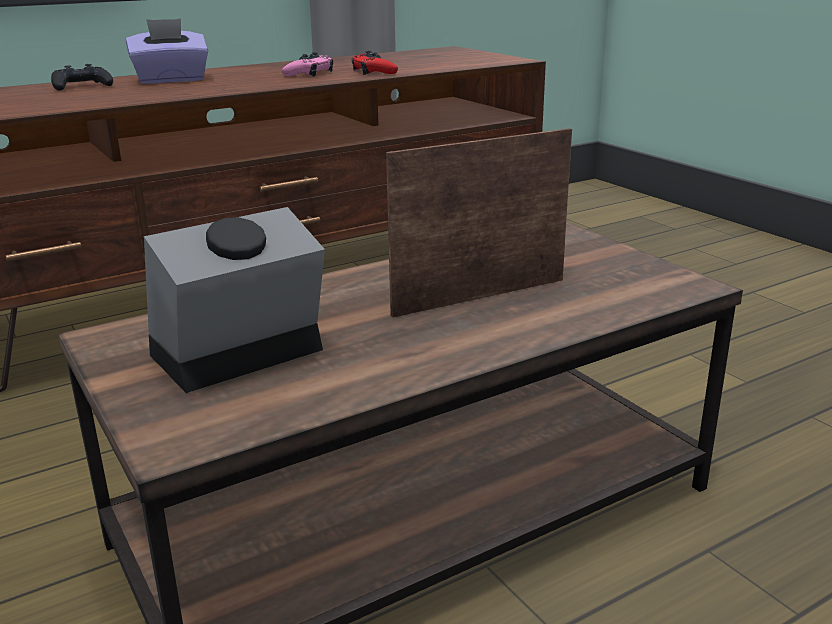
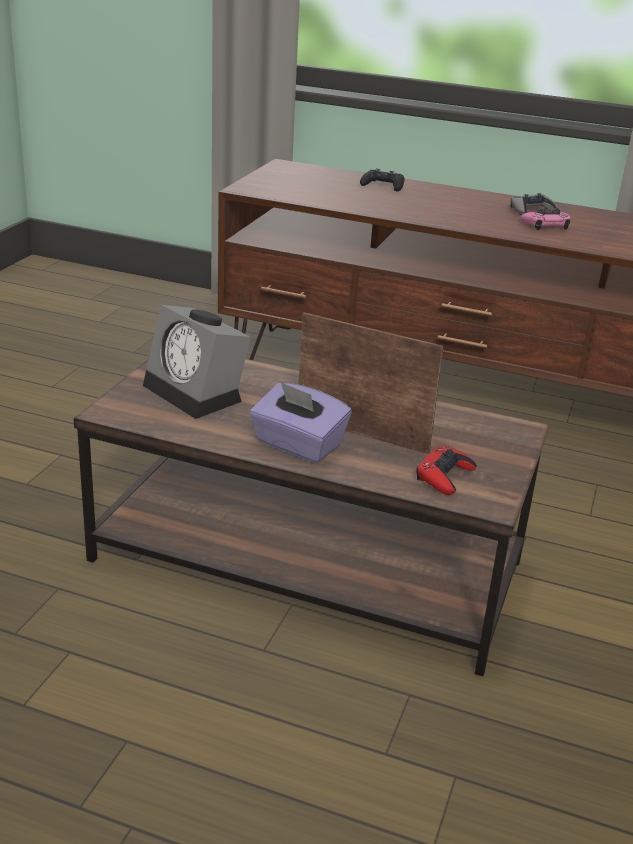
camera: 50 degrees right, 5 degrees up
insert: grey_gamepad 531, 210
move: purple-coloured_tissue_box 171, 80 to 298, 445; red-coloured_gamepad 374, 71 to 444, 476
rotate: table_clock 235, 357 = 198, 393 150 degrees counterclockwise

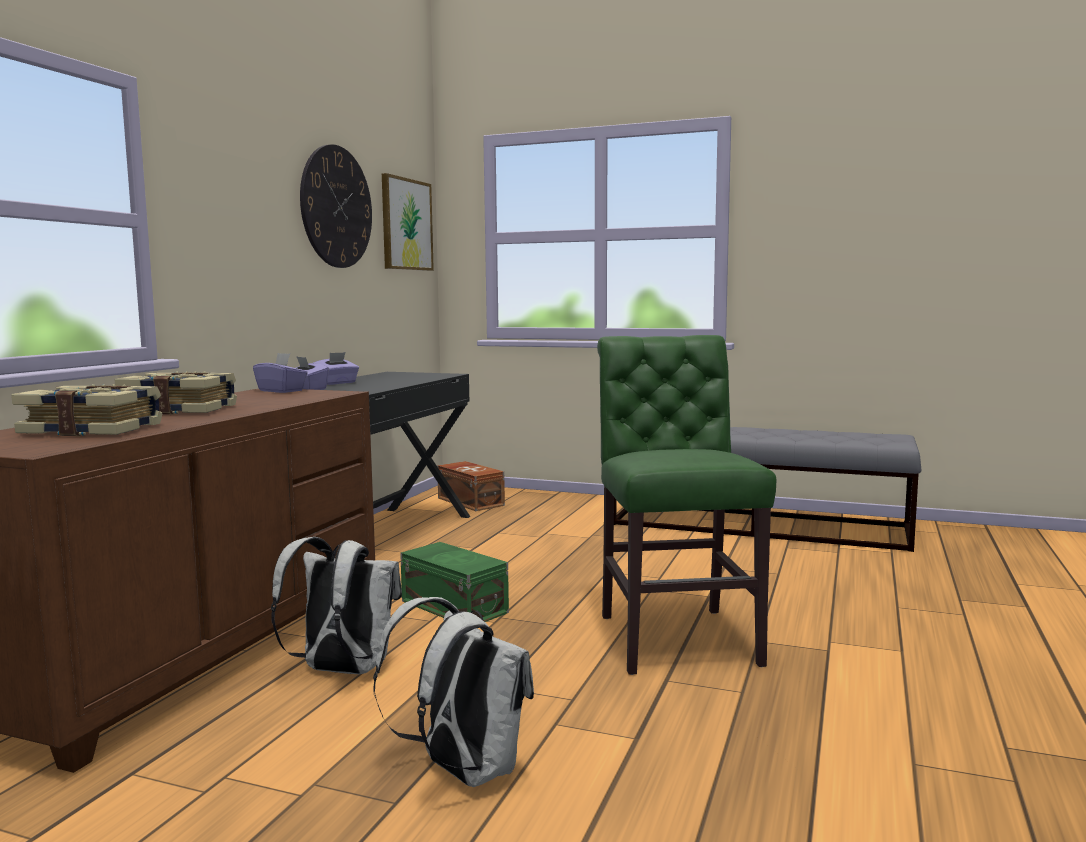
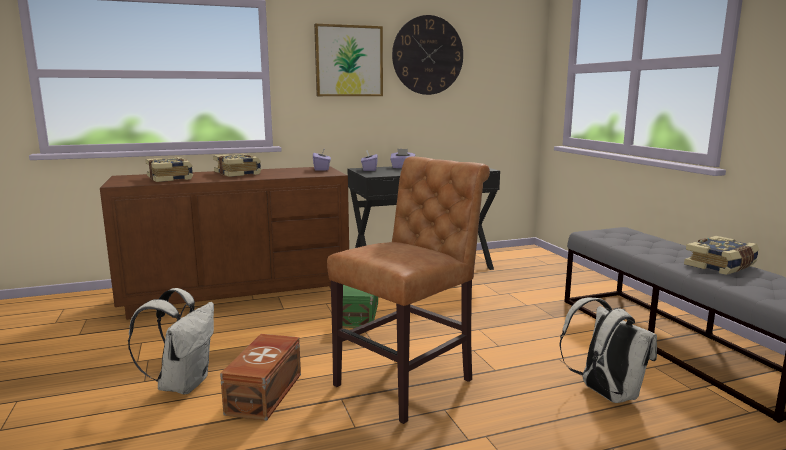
camera: 50 degrees right, 5 degrees up
insert: volume 721, 266
move: picture 406, 224 to 349, 61; brownish_storage_bin 471, 501 to 266, 393; white-coloured_backpack 342, 670 to 604, 394
recolor: green-coloured_upright_chair 675, 636 to brownish_upright_chair 409, 381

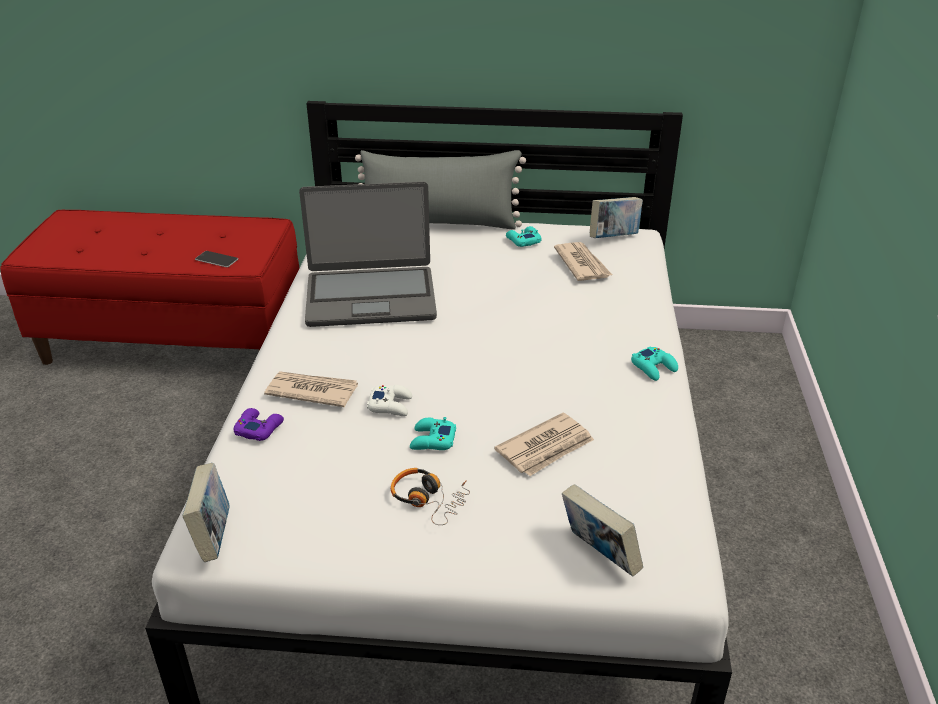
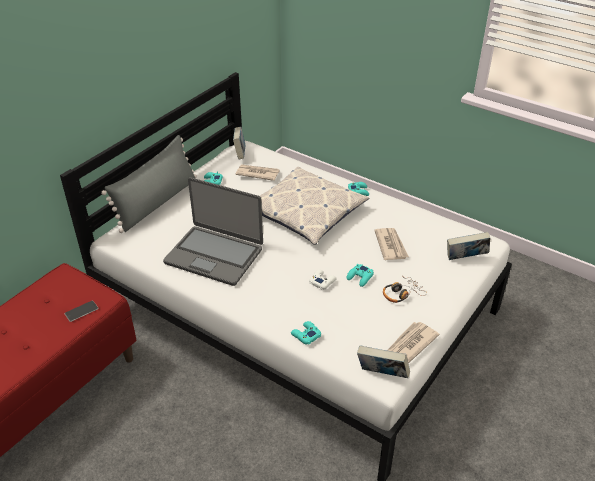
camera: 60 degrees left, 5 degrees up
insert: throw_pillow 305, 212
move: newspaper 311, 391 to 410, 344
recolor: purple-coloured_gamepad 259, 428 to blue-green_gamepad 305, 335
rotate: notebook_computer 370, 297 = 214, 255 90 degrees clockwise

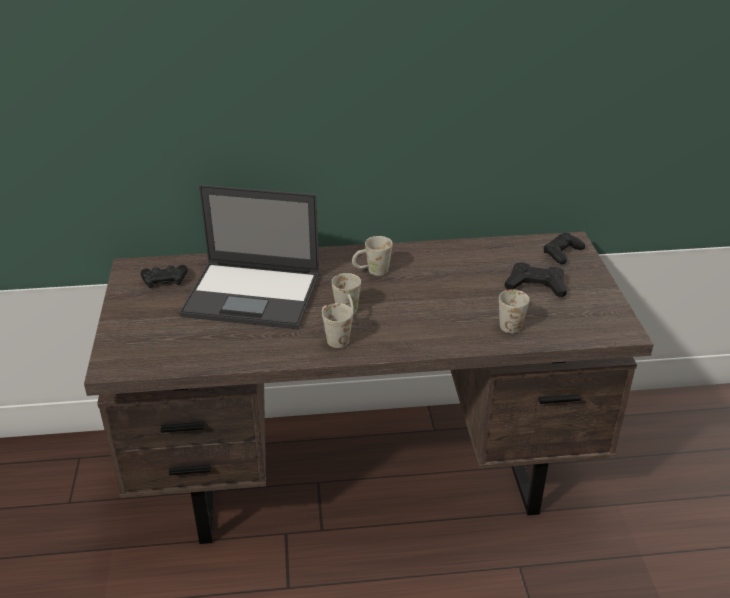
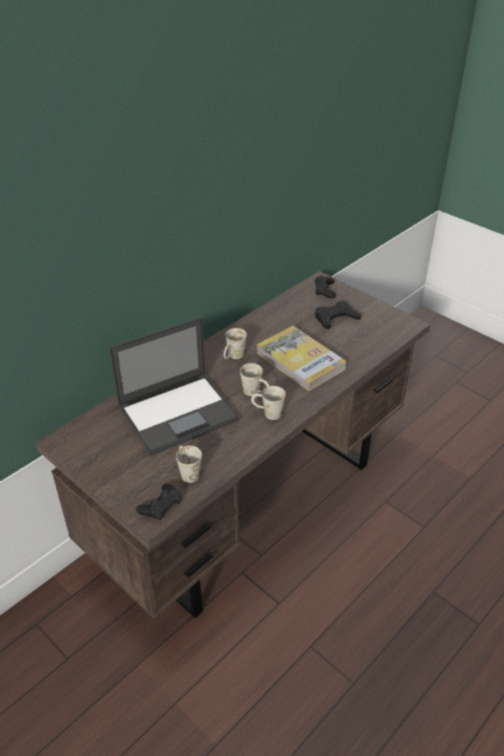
camera: 40 degrees left, 5 degrees up
insert: volume 300, 361
move: black_gamepad 165, 280 to 160, 506; white-coloured_mug 510, 322 to 187, 471

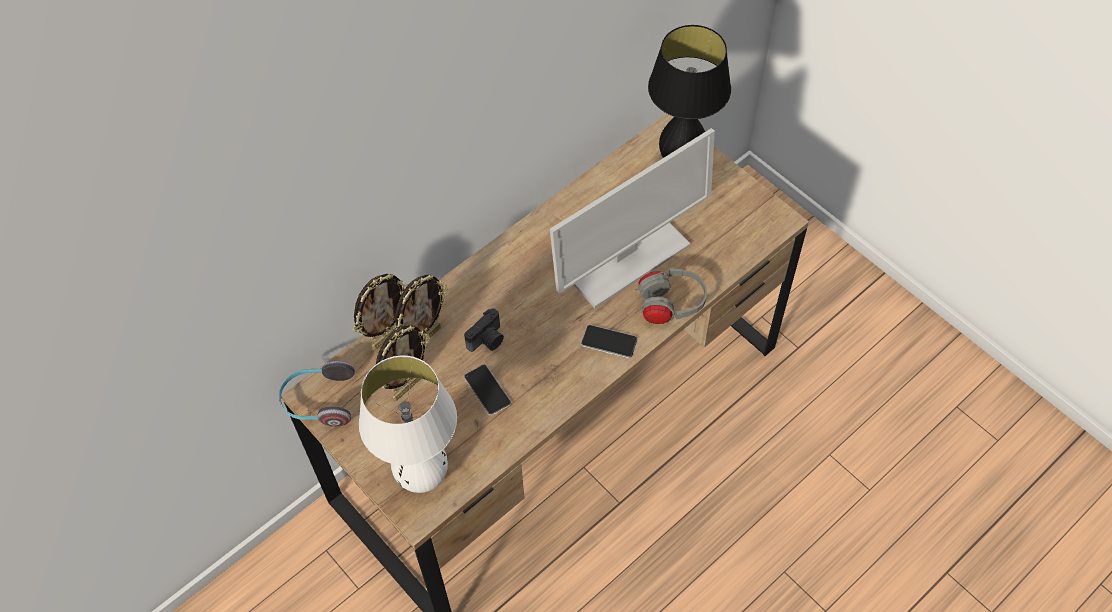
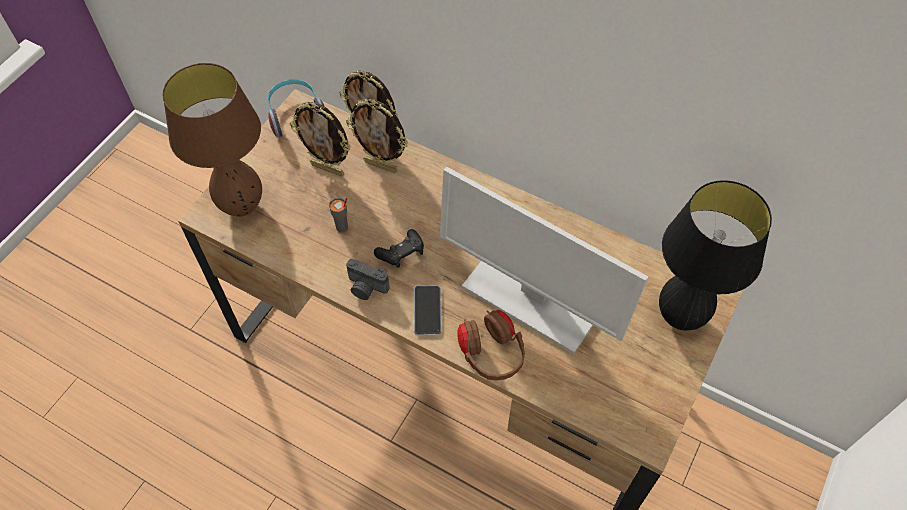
camera: 70 degrees right, 0 degrees up
insert: black_gamepad 401, 254
move: still_camera 487, 340 to 366, 288
replace: telephone 487, 390 to grey_cup 342, 227
recolor: grey_headset 669, 305 to brownish_headset 491, 354; white-coloured_table_lamp 423, 477 to brownish_table_lamp 242, 207

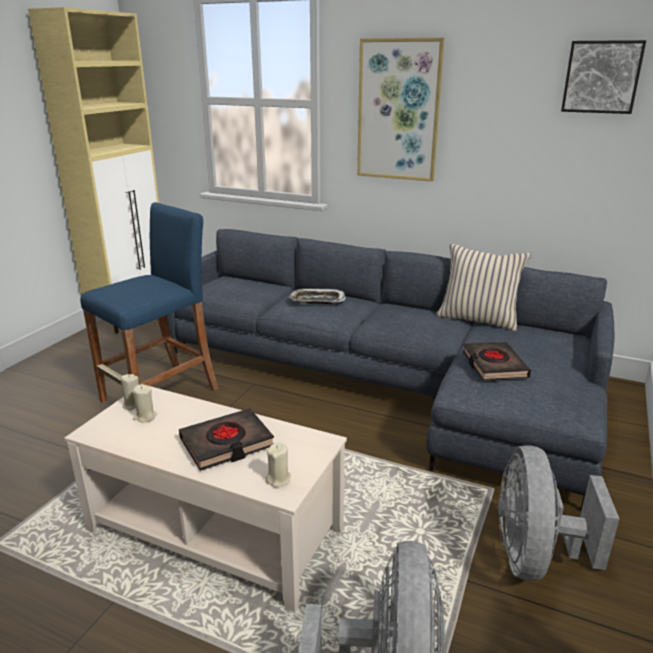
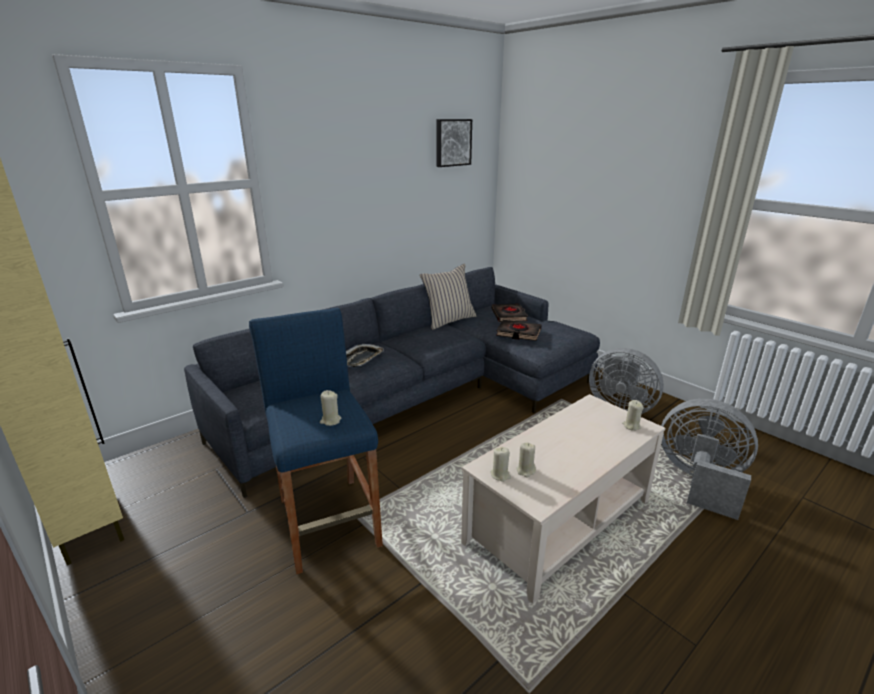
camera: 65 degrees left, 0 degrees up
delete: picture 398, 111
insert: beige_wax_candle 330, 420
move: black_volume 227, 443 to 509, 315

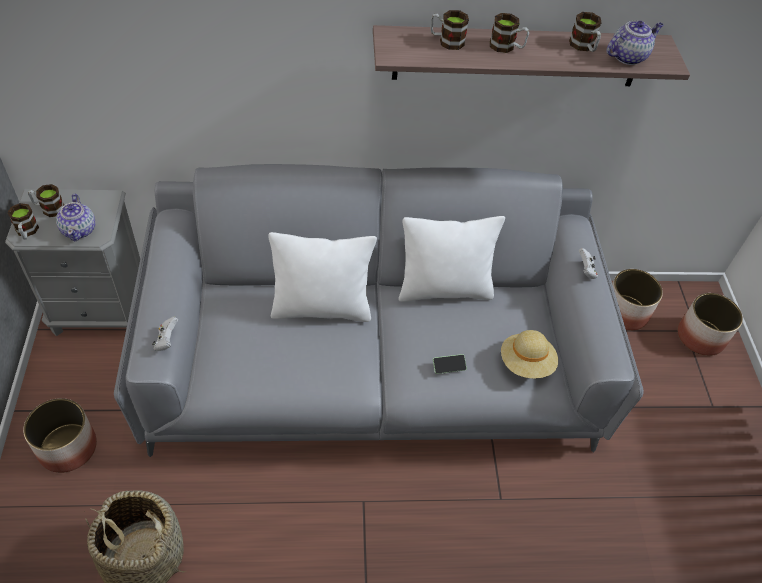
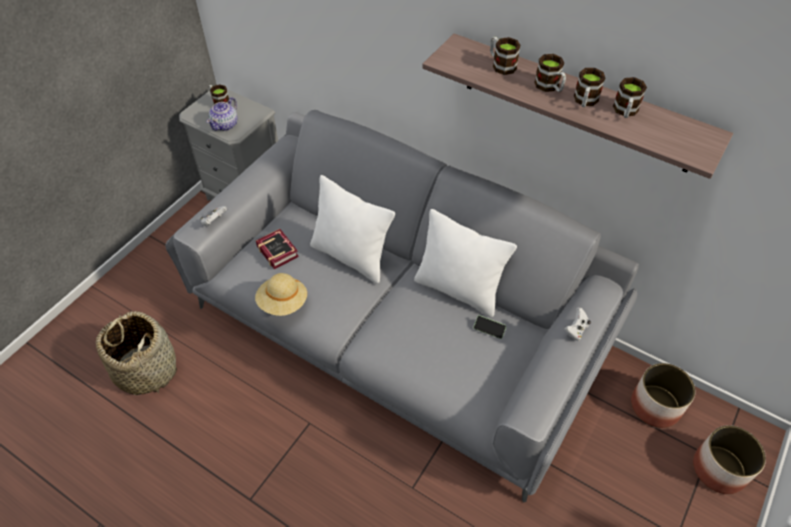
camera: 40 degrees right, 0 degrees up
delete: tea_pot 628, 56; planter 67, 447
insert: volume 277, 250
move: mug 27, 232 to 585, 101; beige_clothing_hat 526, 363 to 283, 303; telephone 449, 366 to 489, 329

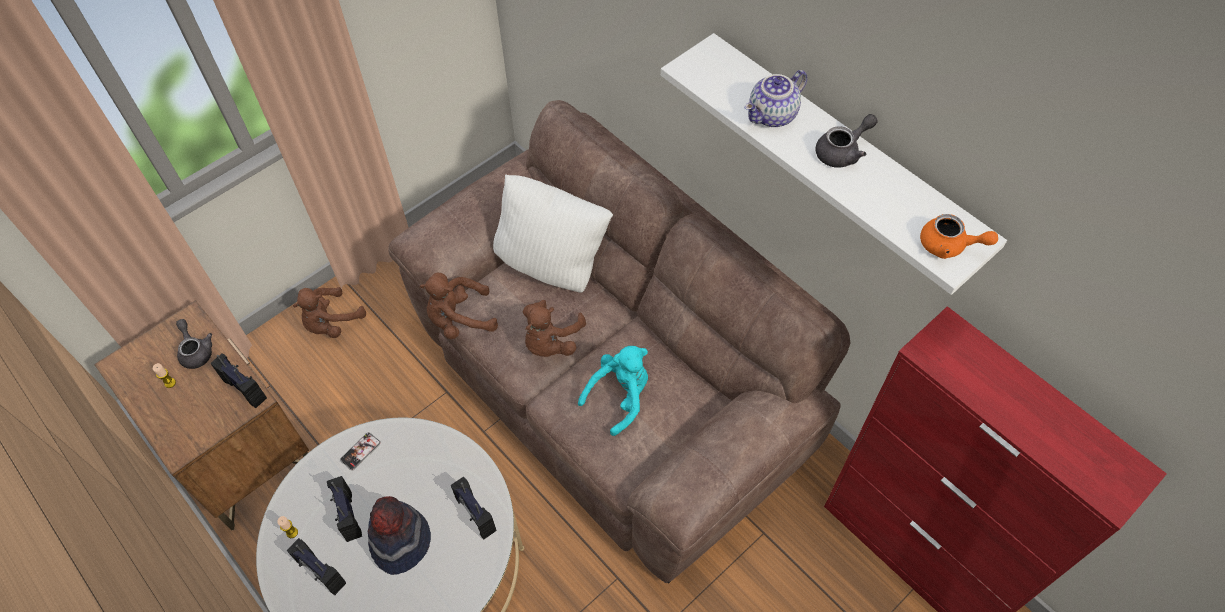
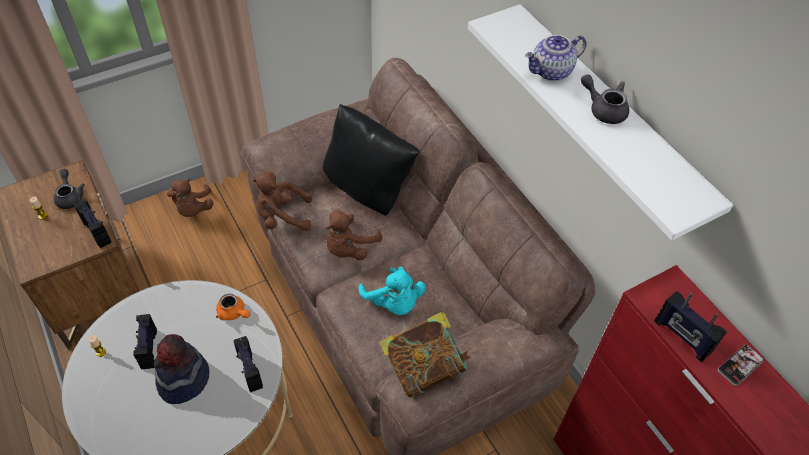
camera: 10 degrees right, 5 degrees down
insert: volume 423, 367
move: orange-coloured_tea_pot 949, 246 to 233, 313; telephone 360, 451 to 740, 365; radio_set 321, 573 to 681, 337
recolor: white-coloured_throw_pillow 553, 265 to black_throw_pillow 368, 190
rotate: grey_tea_pot 842, 152 = 603, 109 120 degrees counterclockwise; brownish_cuddly_toy 331, 323 = 193, 209 60 degrees counterclockwise; blue-green_cuddly_toy 620, 397 = 394, 303 90 degrees clockwise

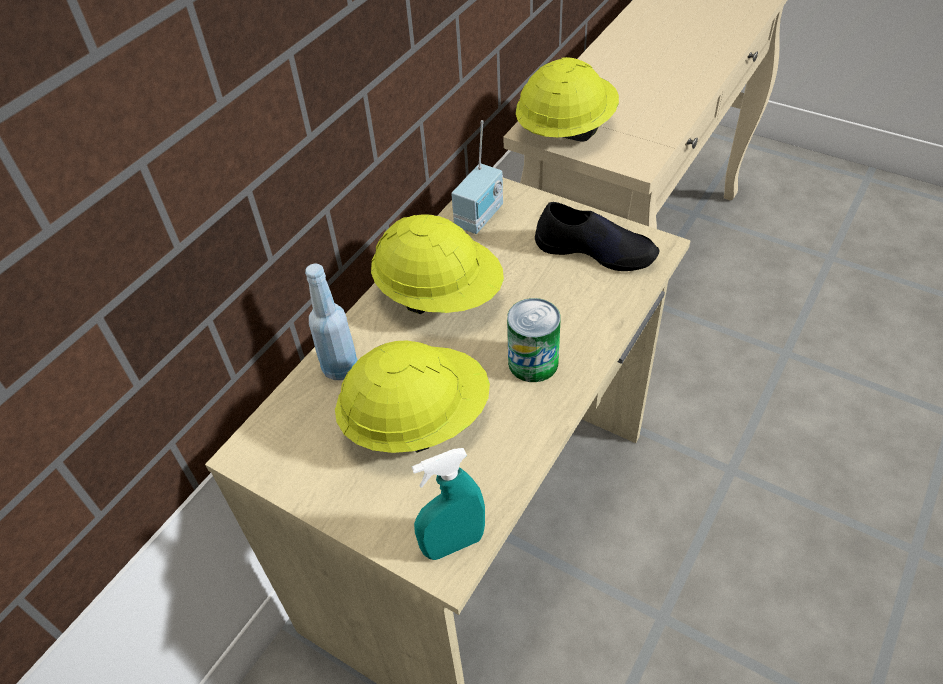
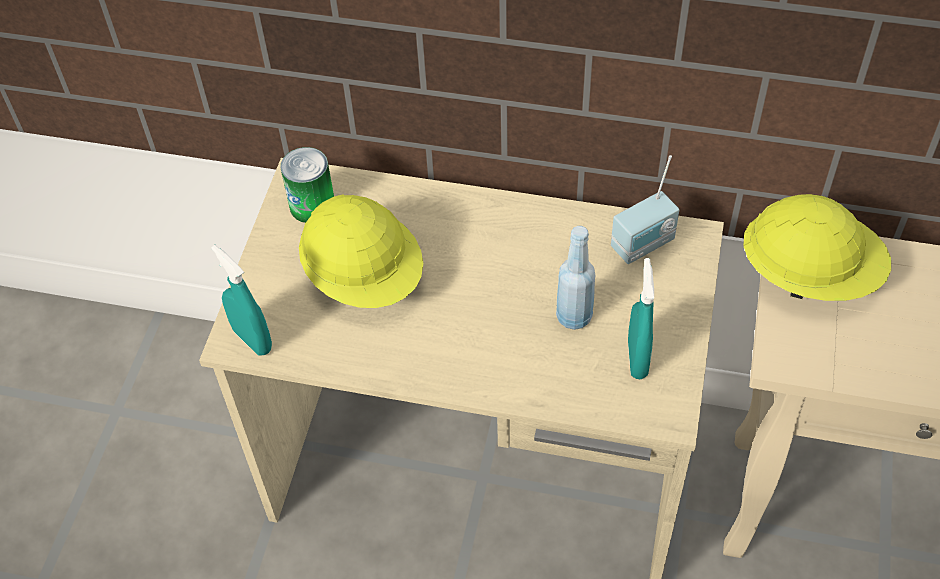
camera: 70 degrees right, 5 degrees up
delete: yellow-coloured_hard_hat 439, 295
move: bluish_beverage_bottle 340, 368 to 574, 316; can 533, 362 to 312, 205
replace: black_low_shoe 595, 250 to blue-green_spray_bottle 637, 358
rotate: radio_set 481, 217 = 644, 245 45 degrees counterclockwise

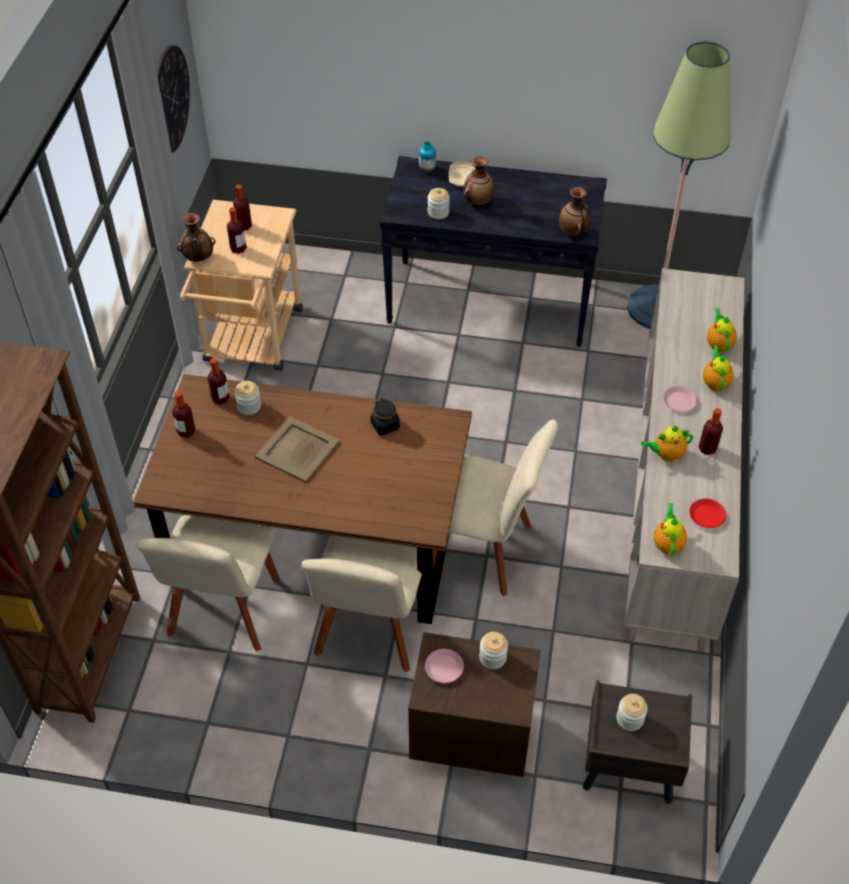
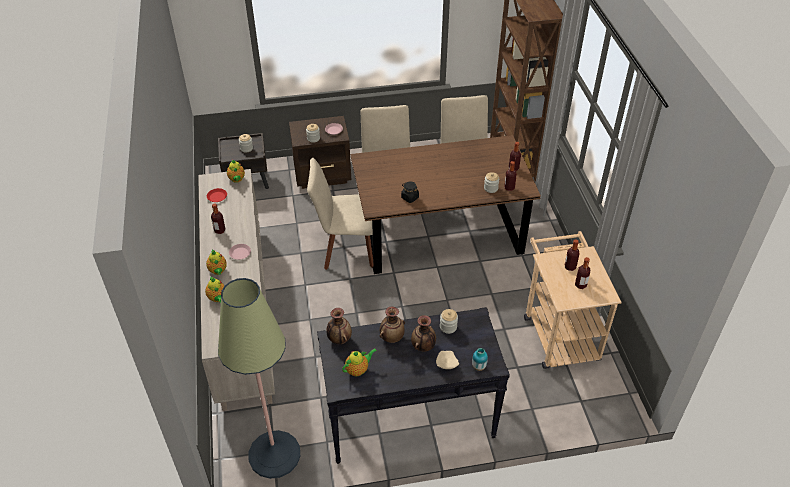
camera: 160 degrees right, 5 degrees down
delete: clock_on_the_wall 169, 99; beige_serving_tray 298, 450
move: vase 198, 258 to 392, 337; tea_pot 666, 454 to 358, 370

